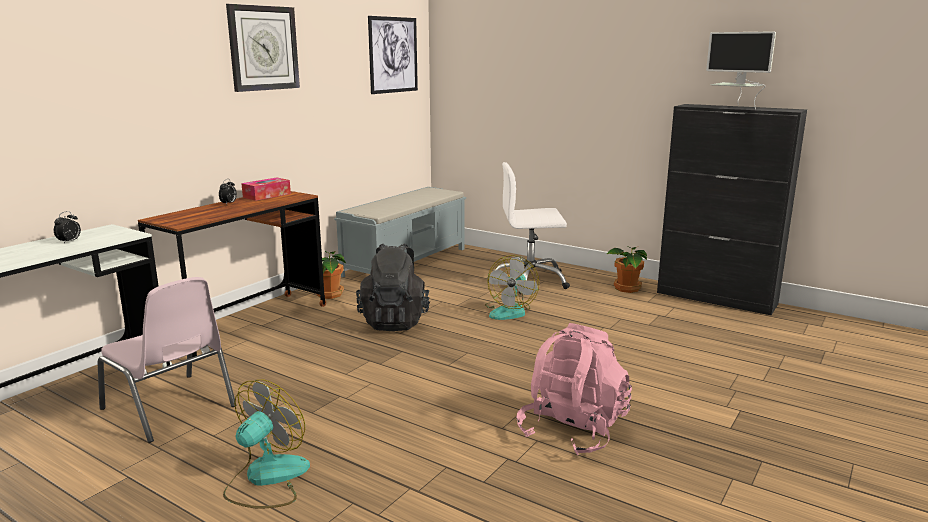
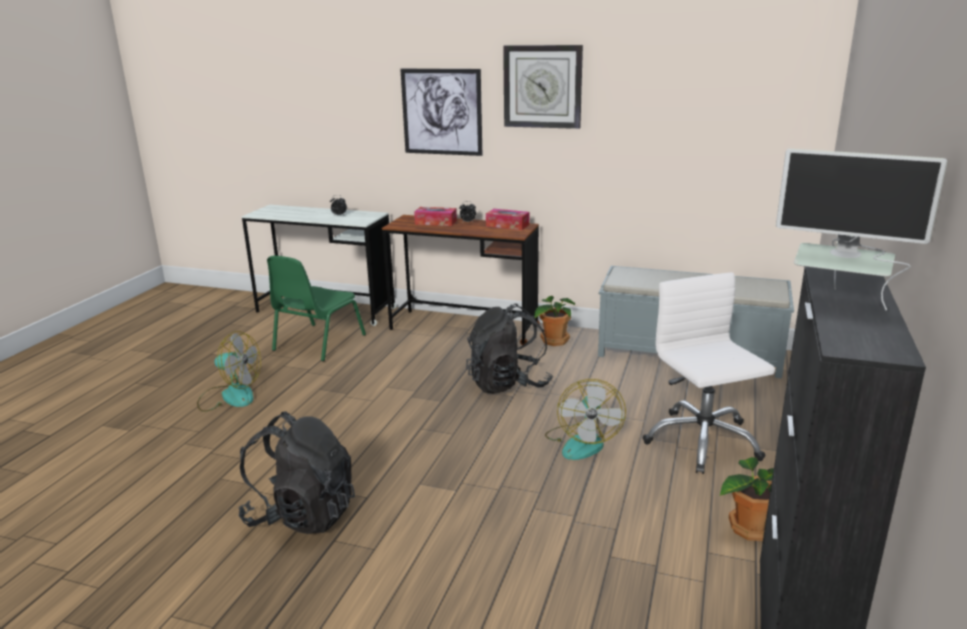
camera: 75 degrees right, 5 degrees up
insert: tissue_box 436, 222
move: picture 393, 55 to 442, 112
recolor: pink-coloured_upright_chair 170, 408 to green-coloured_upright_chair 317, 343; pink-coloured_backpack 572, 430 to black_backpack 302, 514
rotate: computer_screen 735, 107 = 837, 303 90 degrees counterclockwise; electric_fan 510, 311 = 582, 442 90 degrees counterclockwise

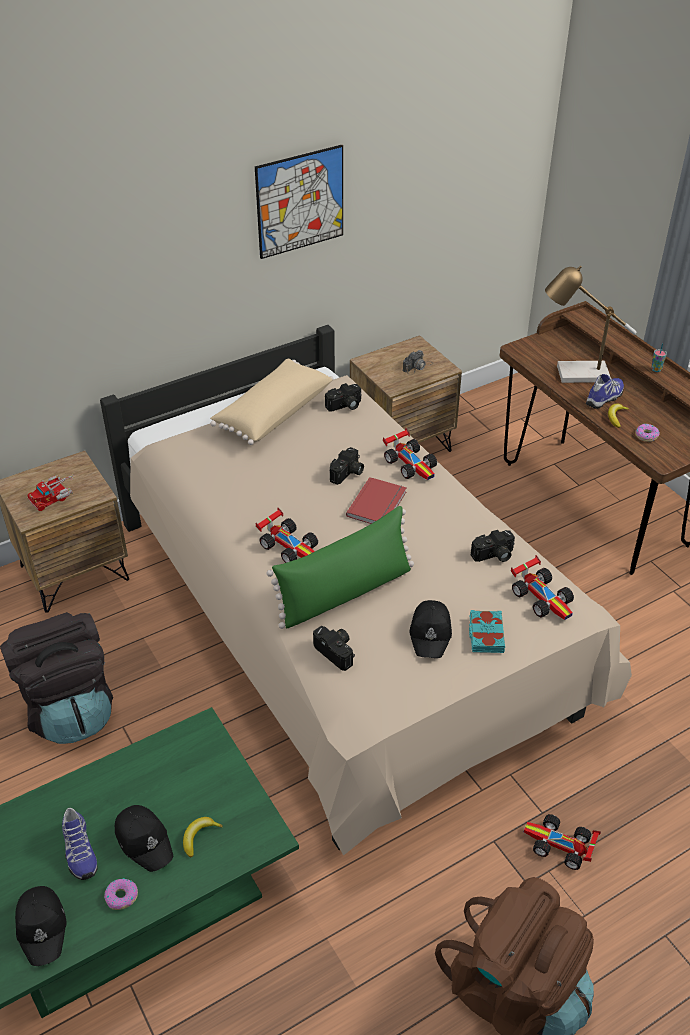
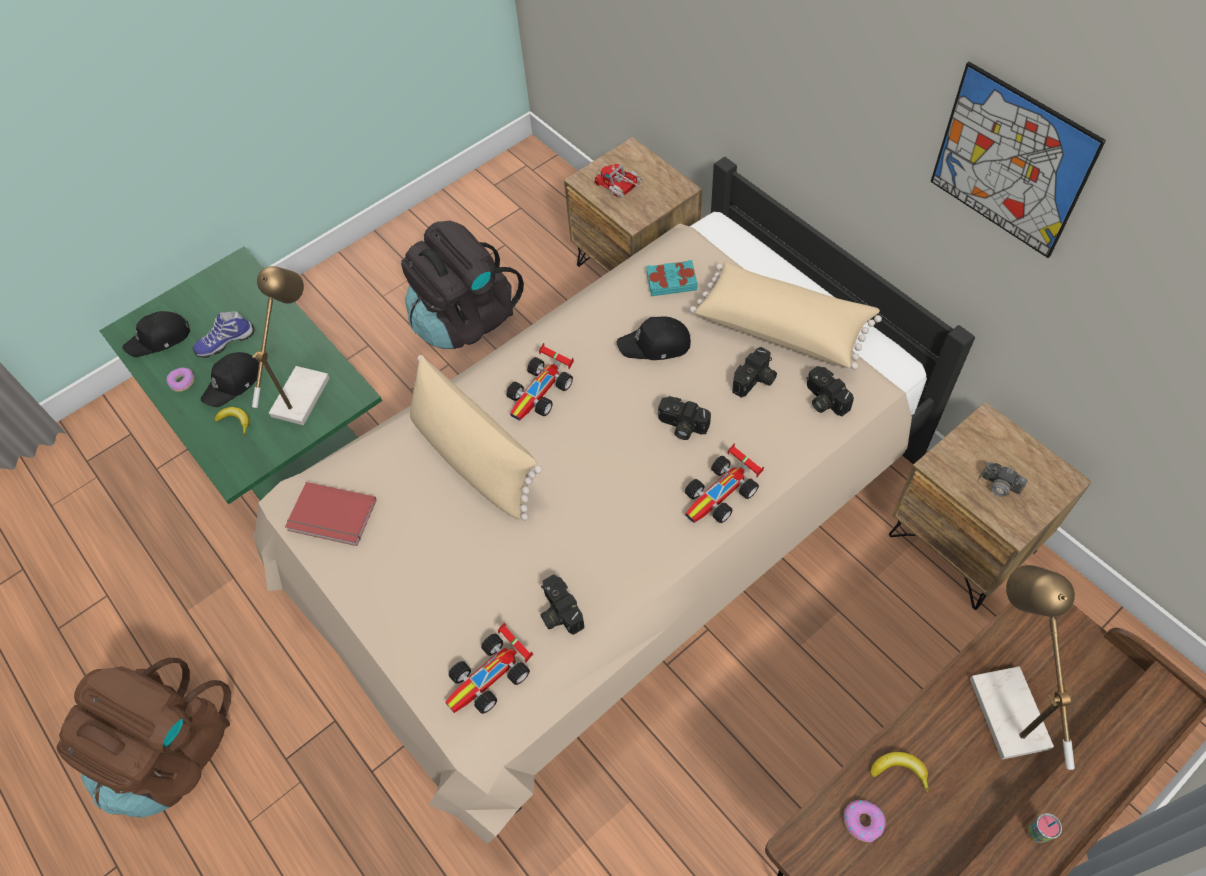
camera: 85 degrees right, 15 degrees up
delete: low_shoe 605, 398; miniature_car 560, 846
insert: table_lamp 303, 389
move: red-coloured_volume 378, 504 to 331, 517; black_peaked_cap 431, 633 to 655, 345; blue-green_volume 485, 635 to 671, 281; still_camera 337, 652 to 755, 381
recolor: green-coloured_throw_pillow 345, 592 to beige_throw_pillow 474, 458

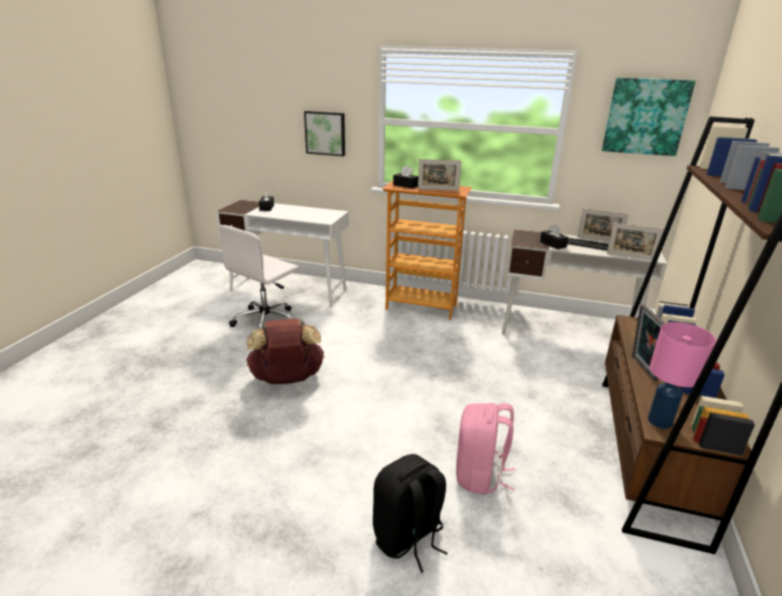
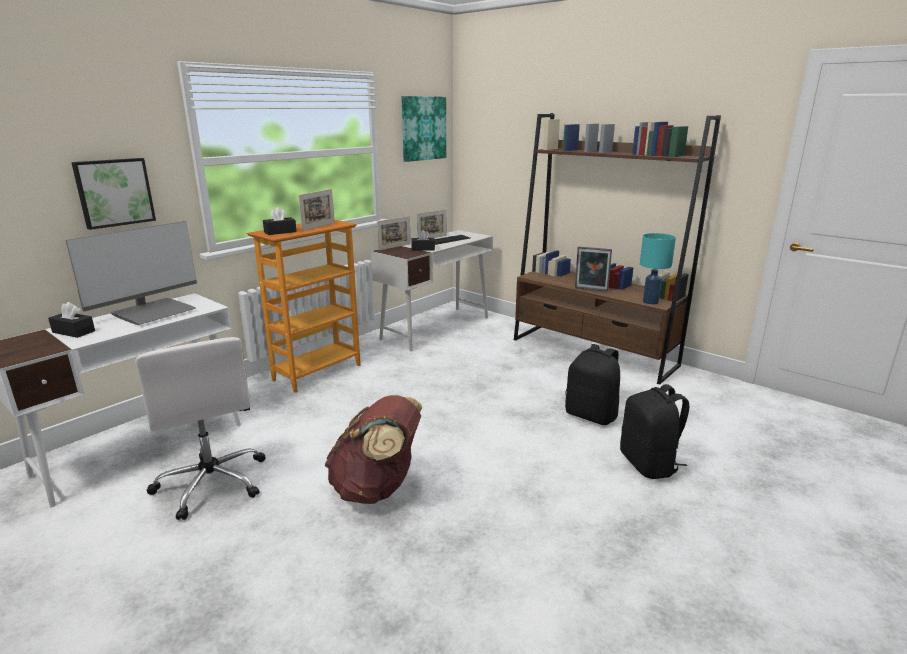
camera: 65 degrees left, 5 degrees down
insert: computer_screen 153, 312
move: photo_frame 630, 257 to 394, 247
recolor: pink-coloured_table_lamp 659, 421 to blue-green_table_lamp 650, 302; pink-coloured_backpack 480, 475 to black_backpack 591, 415

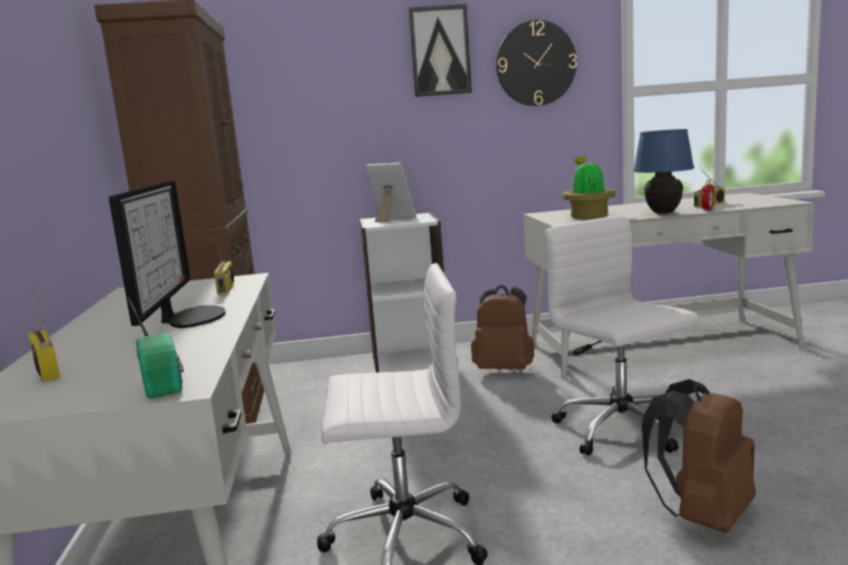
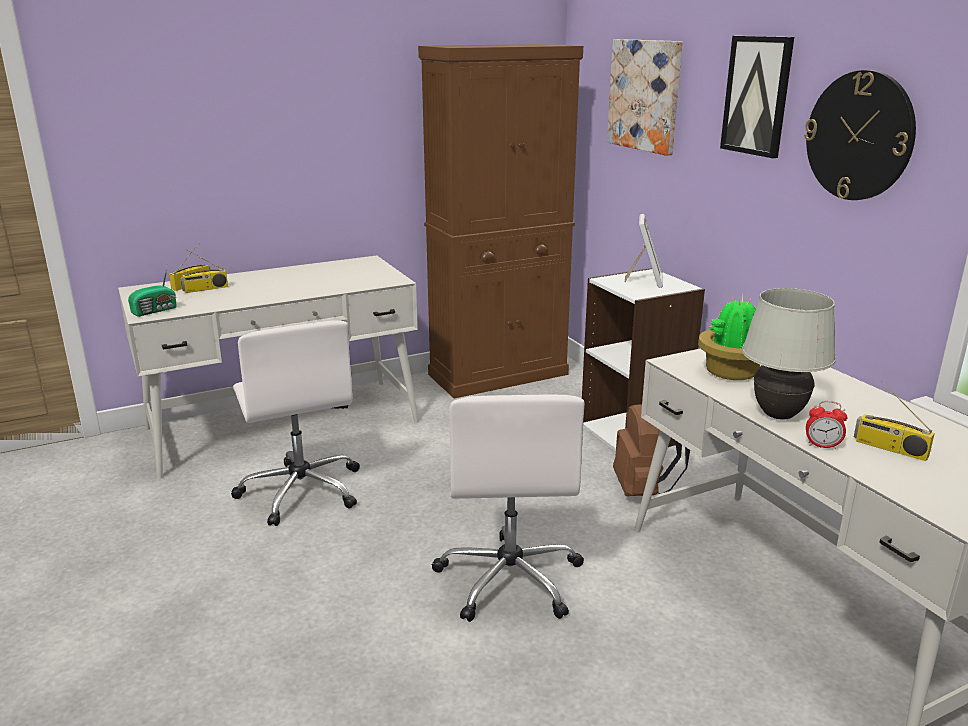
camera: 70 degrees right, 10 degrees up
delete: computer_screen 188, 317; brownish_backpack 702, 516
insert: picture 645, 95
move: radio_set 226, 288 to 205, 289
recolor: bluish_table_lamp 663, 213 to white-coloured_table_lamp 778, 415
rotate: white-coloured_computer_chair 623, 429 = 510, 578 135 degrees clockwise

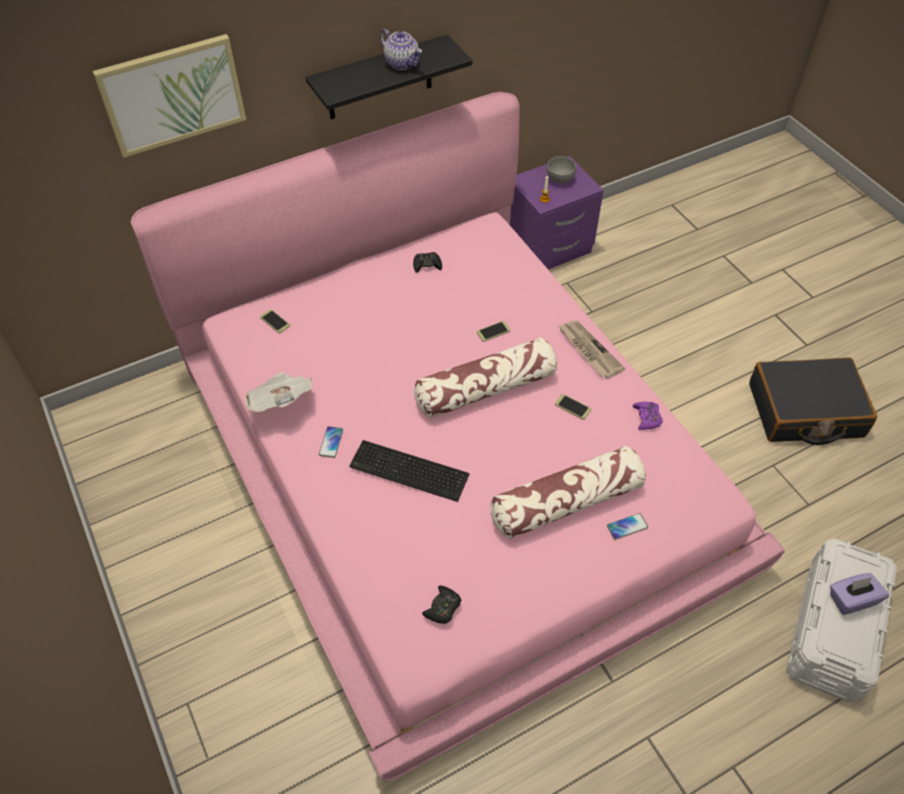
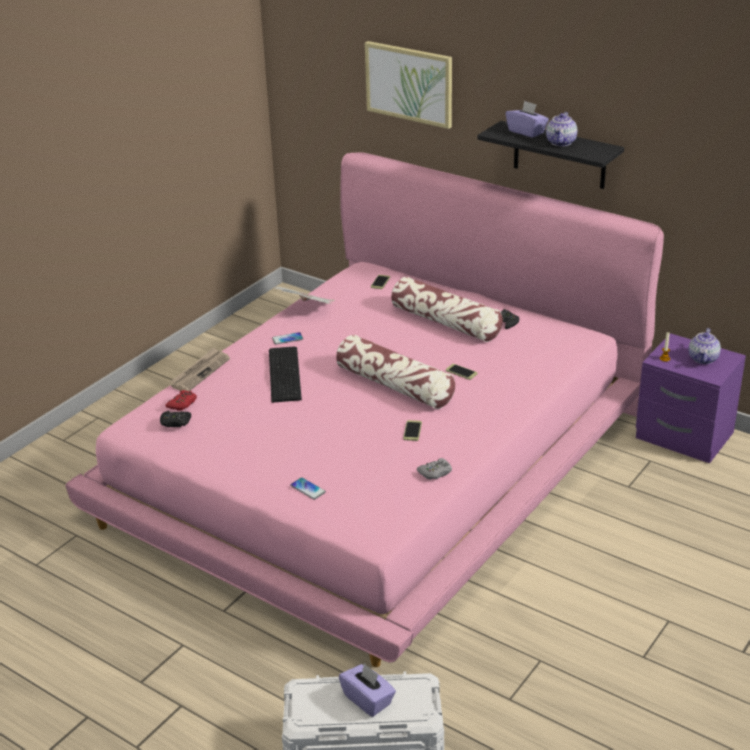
camera: 65 degrees right, 20 degrees down
delete: black_travel_case 805, 411
insert: purple-coloured_tissue_box 526, 132; red-coloured_gamepad 182, 404
move: newspaper 589, 350 to 200, 372; throw_pillow 567, 502 to 446, 322
replace: grey_bowl 560, 179 to tea_pot 703, 359
recolor: purple-coloured_gamepad 647, 418 to grey_gamepad 435, 473

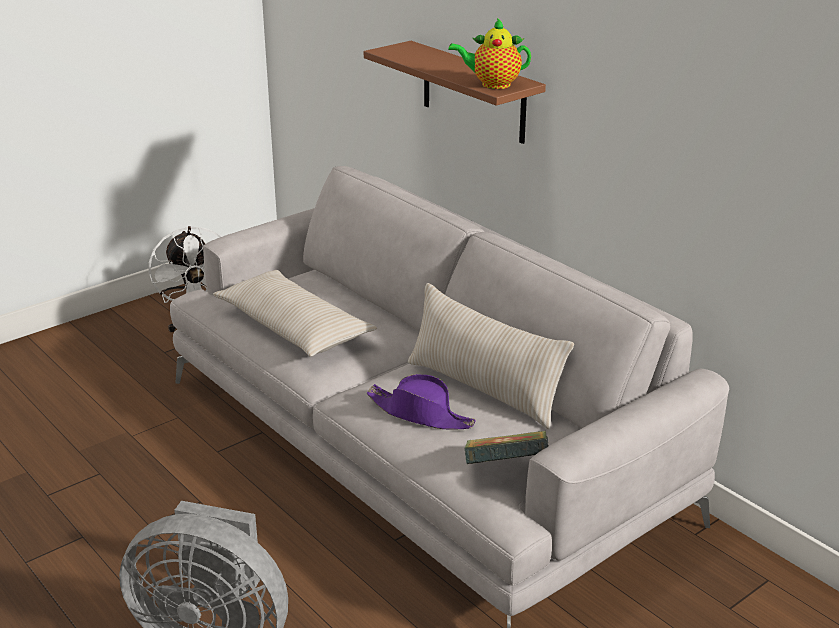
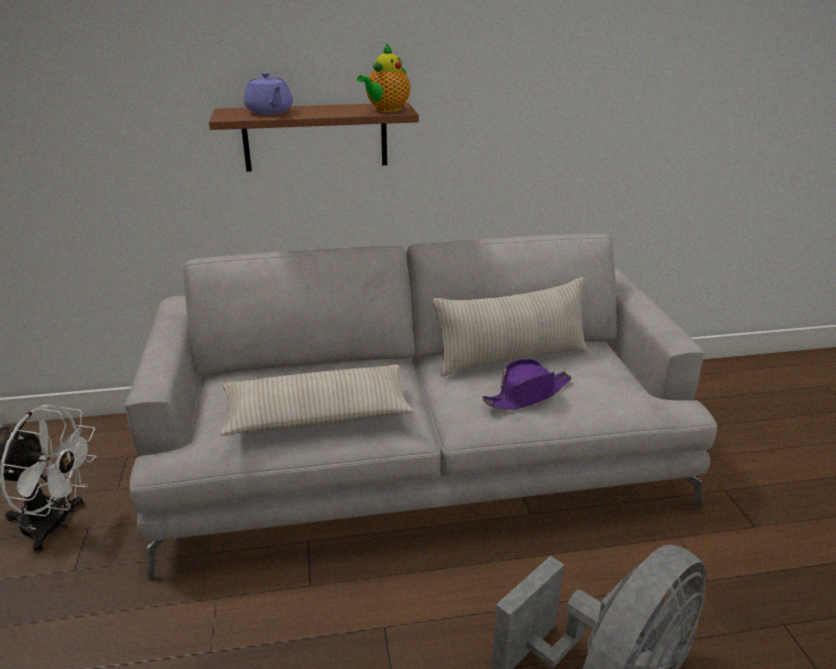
camera: 60 degrees left, 0 degrees up
delete: volume 505, 469
insert: purple-coloured_tea_pot 269, 112

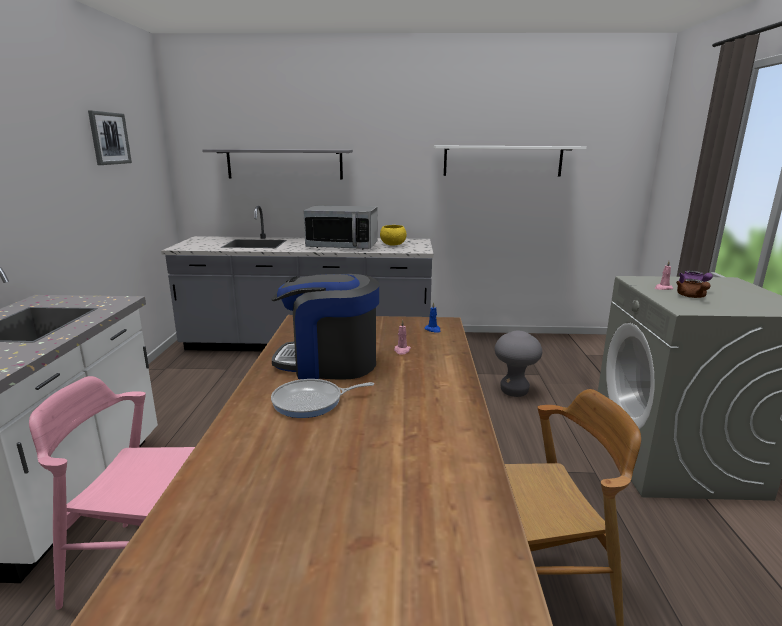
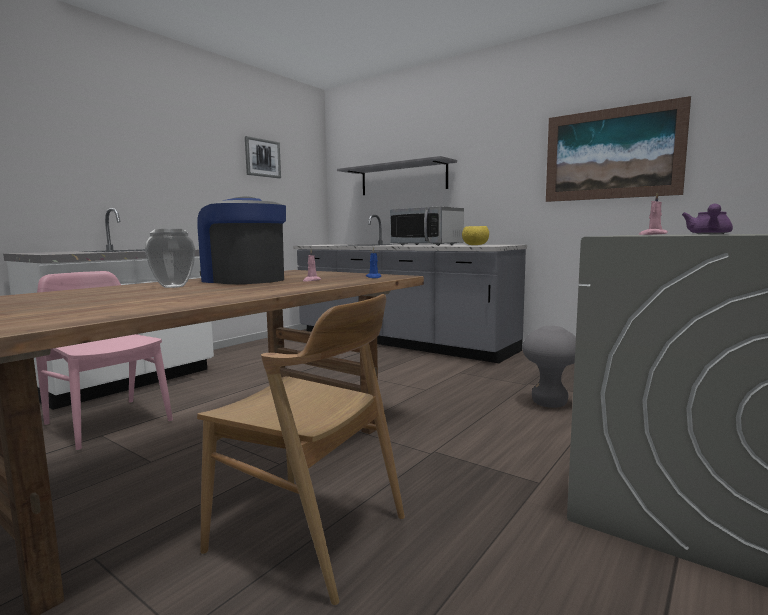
camera: 35 degrees right, 10 degrees down
delete: brownish_tea_pot 692, 297
replace: white-coloured_shelf 502, 161 to picture 612, 154; pan 311, 402 to vase 173, 286

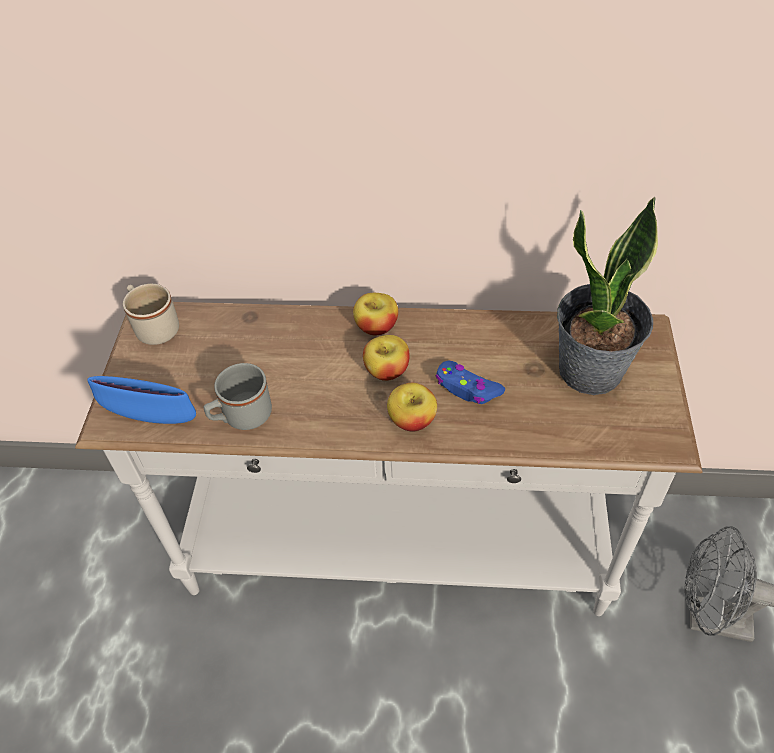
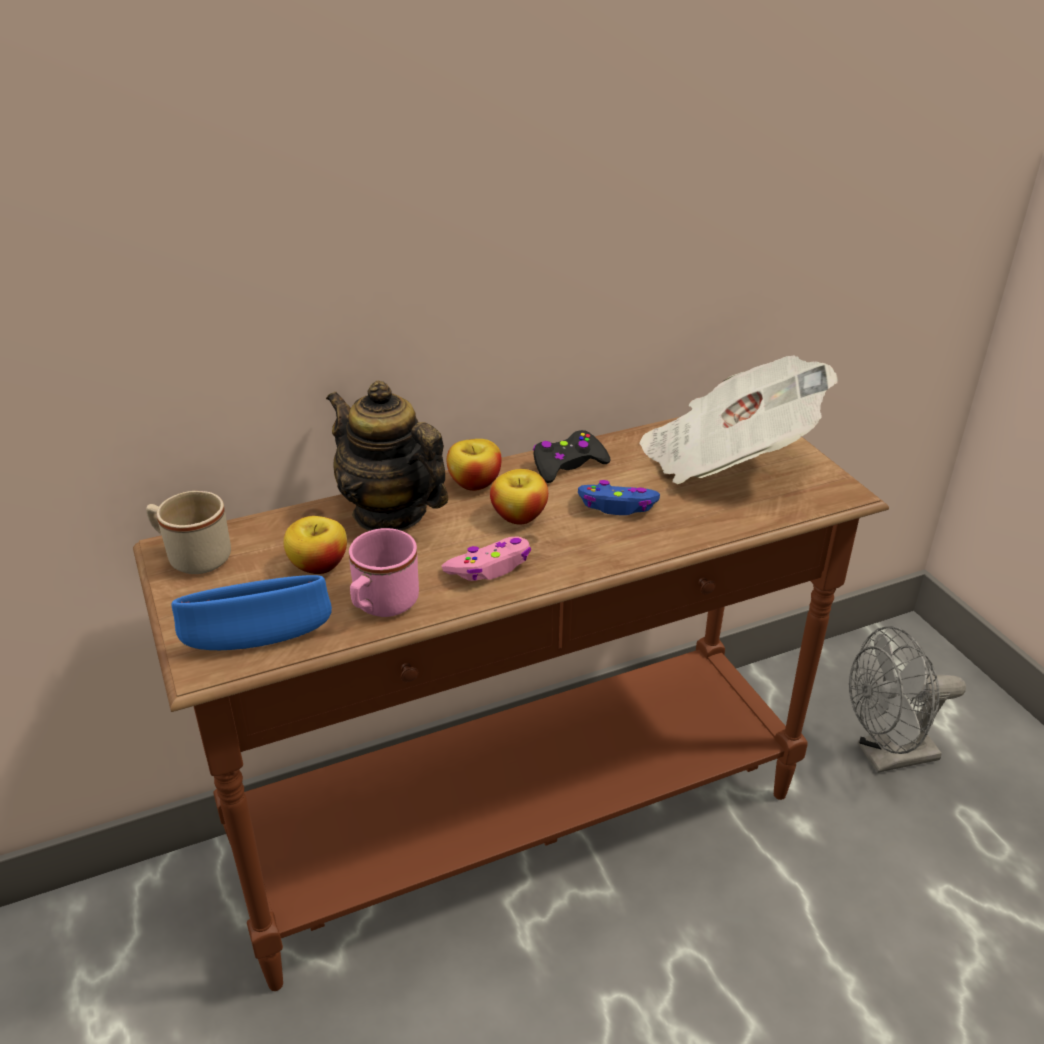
camera: 30 degrees left, 15 degrees down
insert: tea_pot 390, 513; black_gamepad 567, 465; pink-coloured_gamepad 490, 567
move: apple 412, 420 to 318, 565
replace: potted_plant 591, 371 to newspaper 727, 459
recolor: white-coloured_hall_table 396, 553 to brownish_hall_table 520, 828; grey_mug 241, 417 to pink-coloured_mug 381, 606

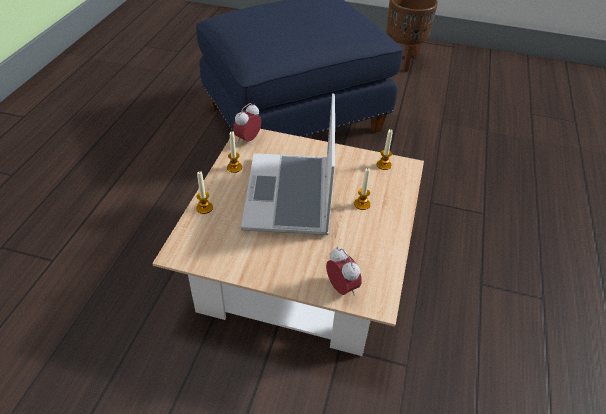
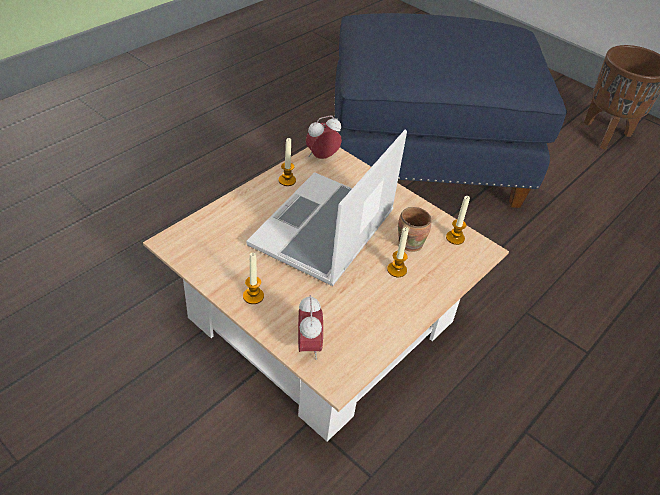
camera: 25 degrees right, 0 degrees up
insert: brownish_mug 407, 243
move: wax_candle 204, 208 to 253, 296

